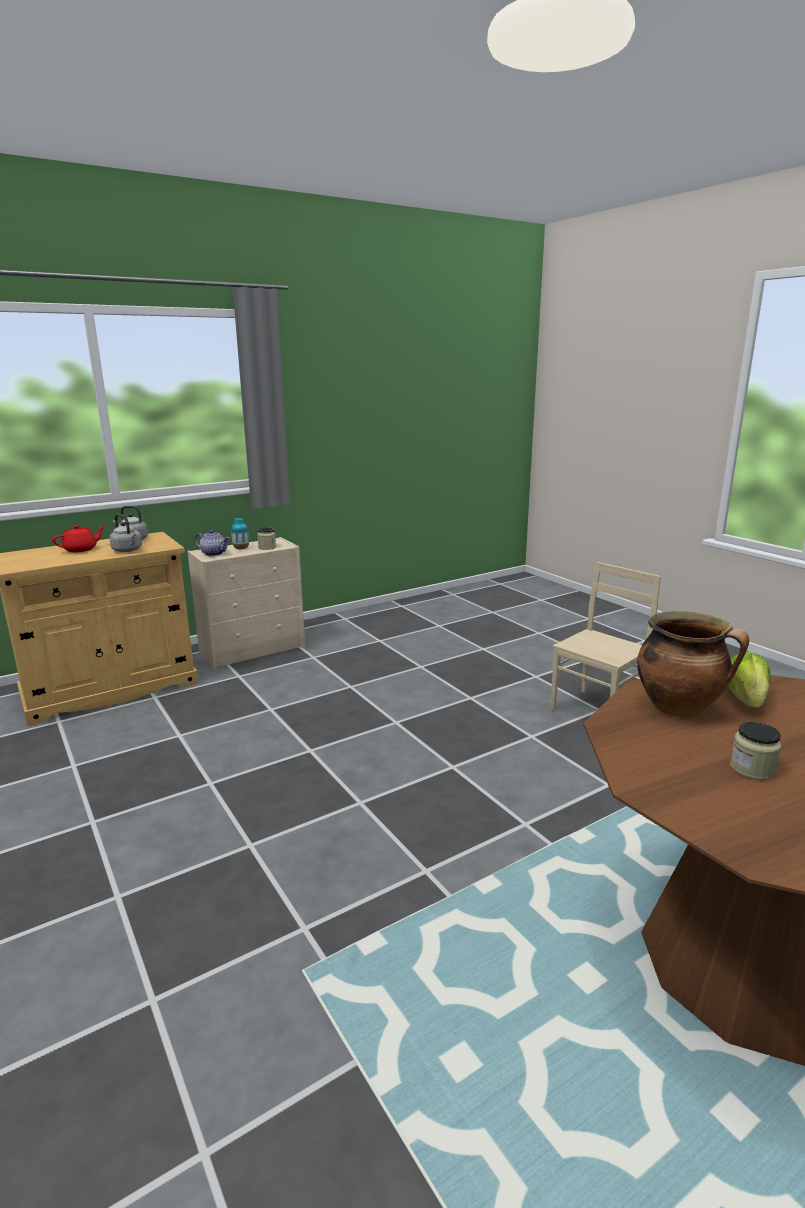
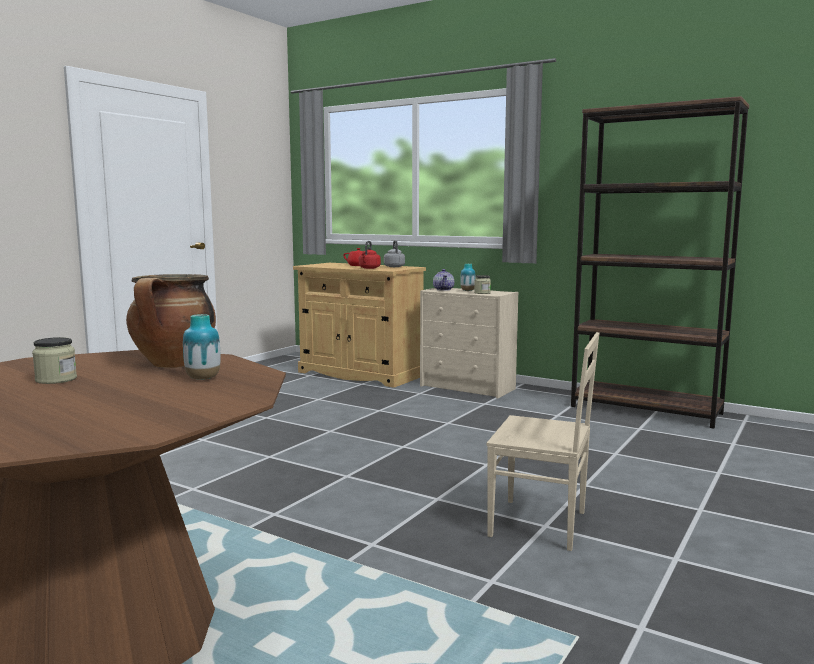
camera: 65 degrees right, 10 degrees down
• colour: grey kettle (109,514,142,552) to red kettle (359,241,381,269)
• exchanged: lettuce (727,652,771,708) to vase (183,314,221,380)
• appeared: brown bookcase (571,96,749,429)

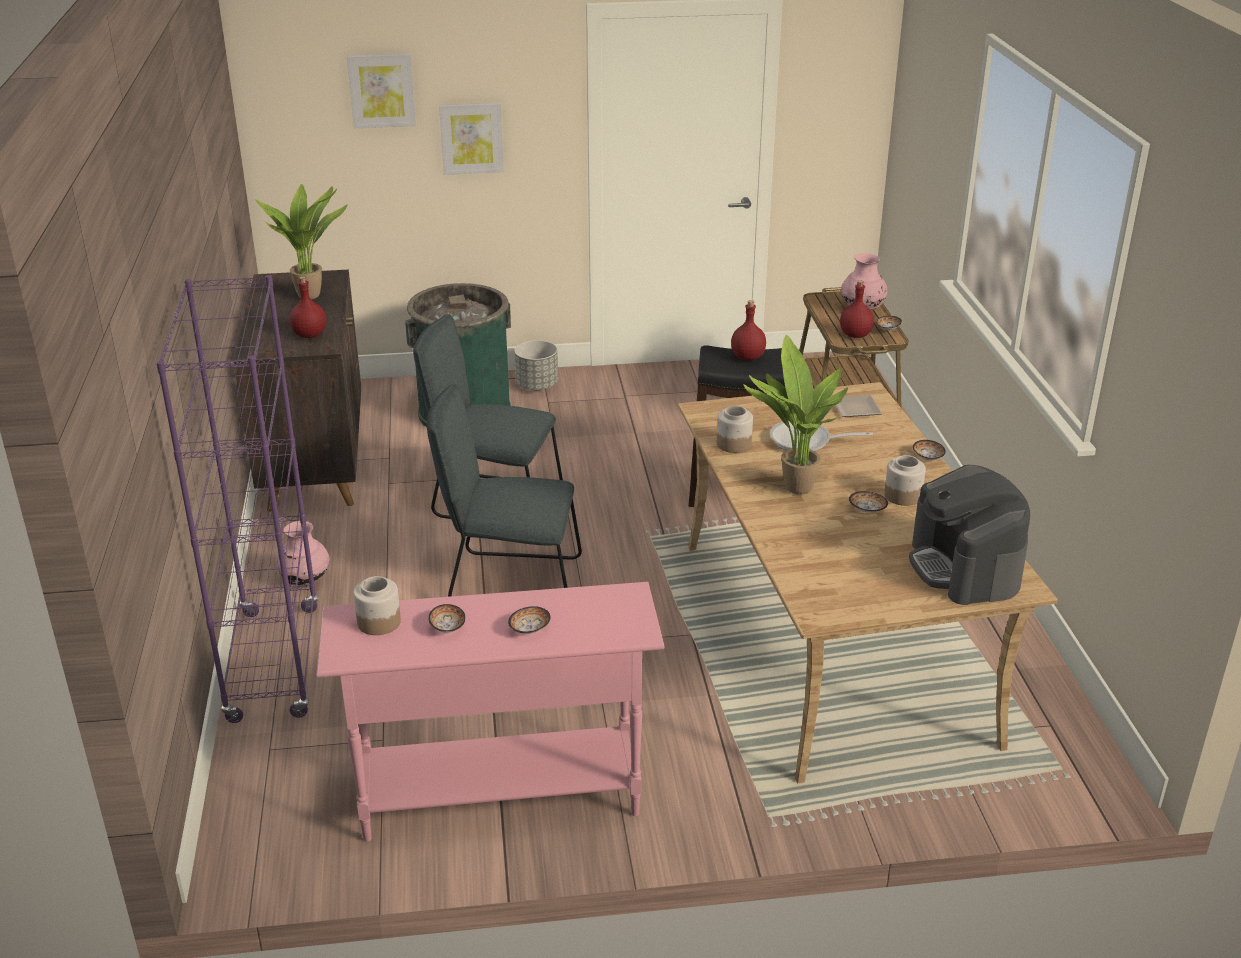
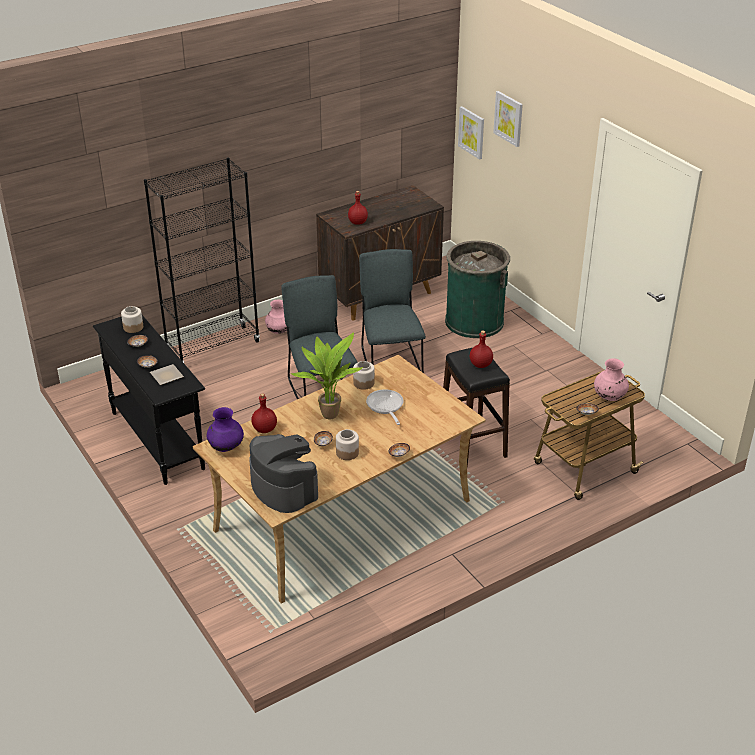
camera: 65 degrees right, 5 degrees up
• colour: purple bookcase (156,275,319,723) to black bookcase (144,157,260,363)
• missing: potted plant (255,184,347,300)
• colour: pink console table (316,582,665,842) to black console table (93,315,205,485)
• relocated: picture (439,103,504,175) to (458,106,484,160)
• missing: grey planter (514,340,558,390)
• relocated: plate (836,395,882,417) to (150,364,184,385)
• relocated: red bottle (840,281,874,338) to (251,393,277,433)
• spun: coffee machine (909,465,1030,605) = (249,434,318,513) 90 degrees clockwise
• appeared: purple vase (206,407,244,452)

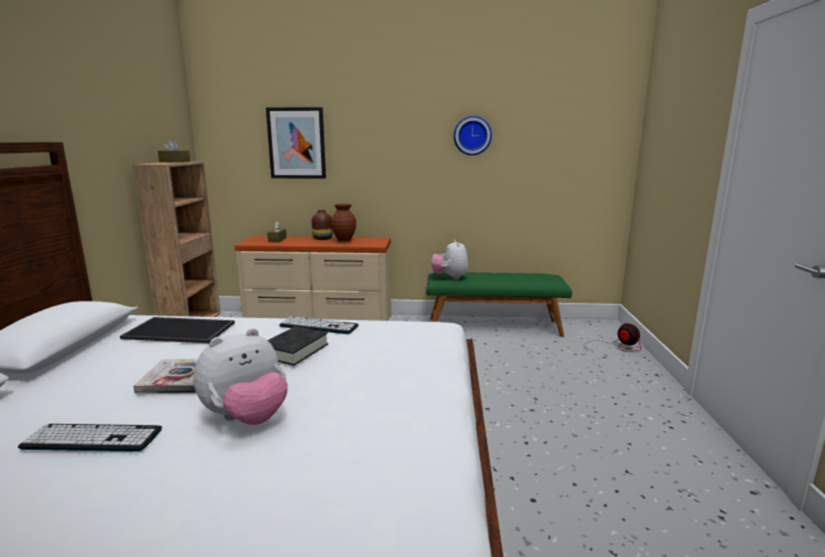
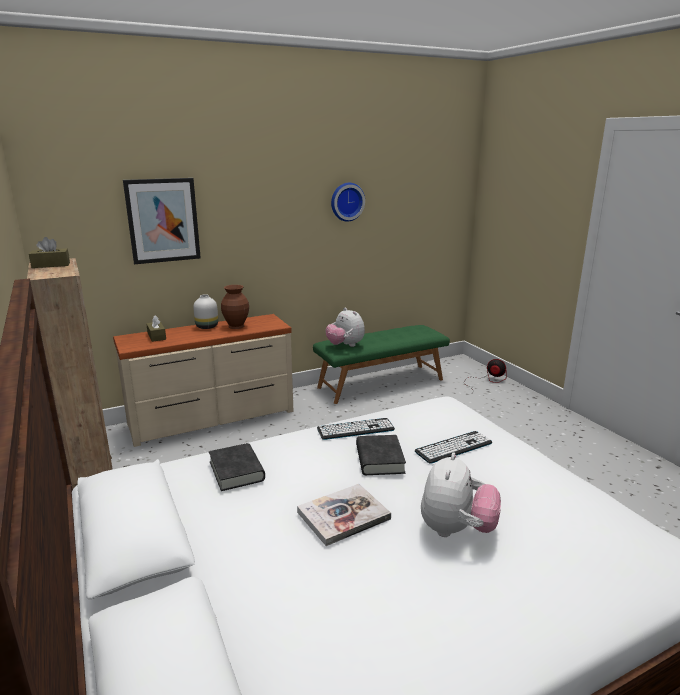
camera: 30 degrees left, 5 degrees up
• relocated: keyboard (18,424,162,452) to (415,431,492,464)
• exchanged: tray (120,317,235,343) to black book (209,443,265,491)
• colour: brown vase (312,210,333,240) to white vase (193,294,218,329)

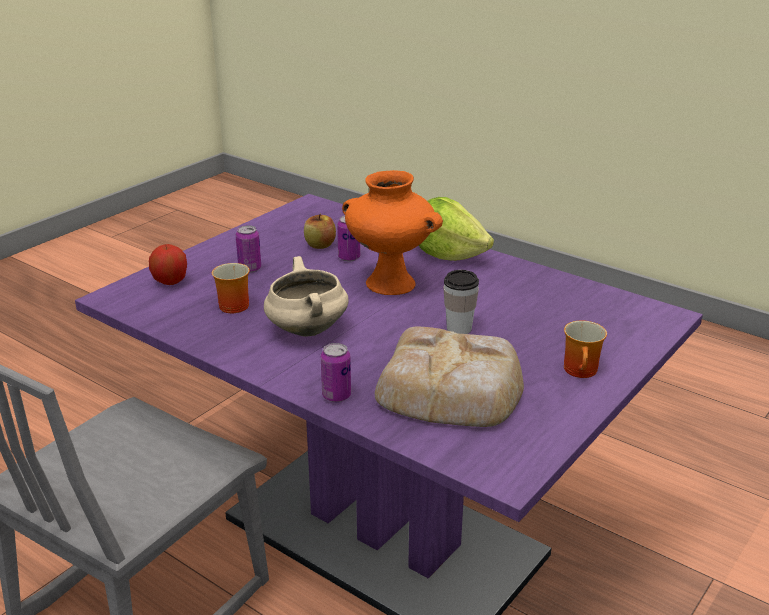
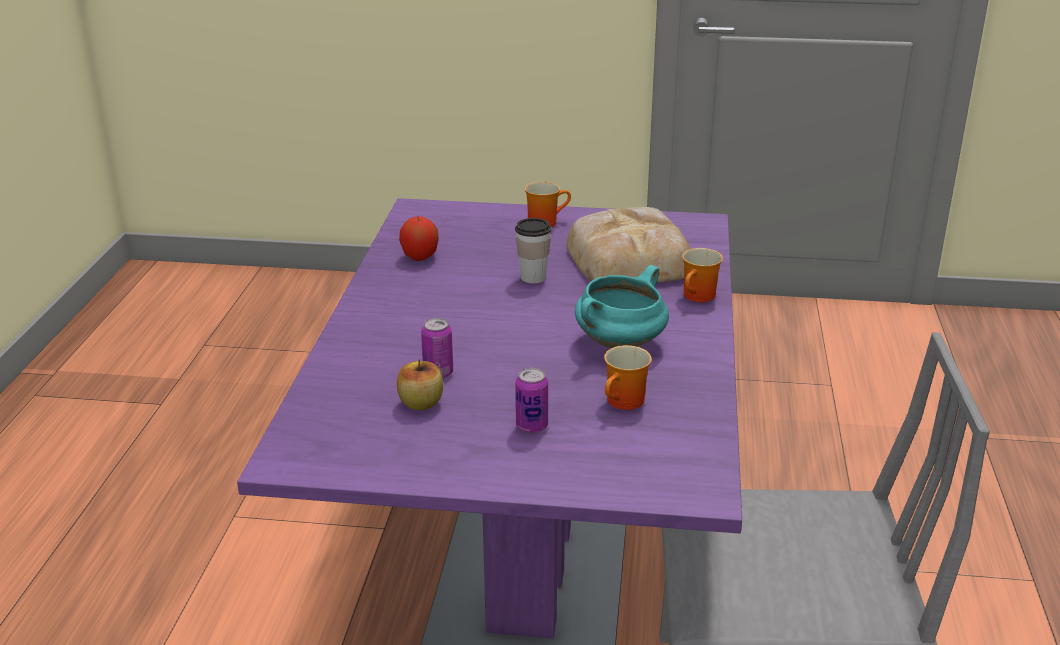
camera: 120 degrees left, 0 degrees up
• relocated: apple (149,244,187,285) to (399,216,439,261)
• colour: beige cooking pot (264,256,349,337) to turquoise cooking pot (575,265,669,348)
• exchanged: can (321,343,351,402) to mug (682,248,723,302)
• missing: orange vase (342,170,443,295)
• missing: lettuce (419,197,494,261)

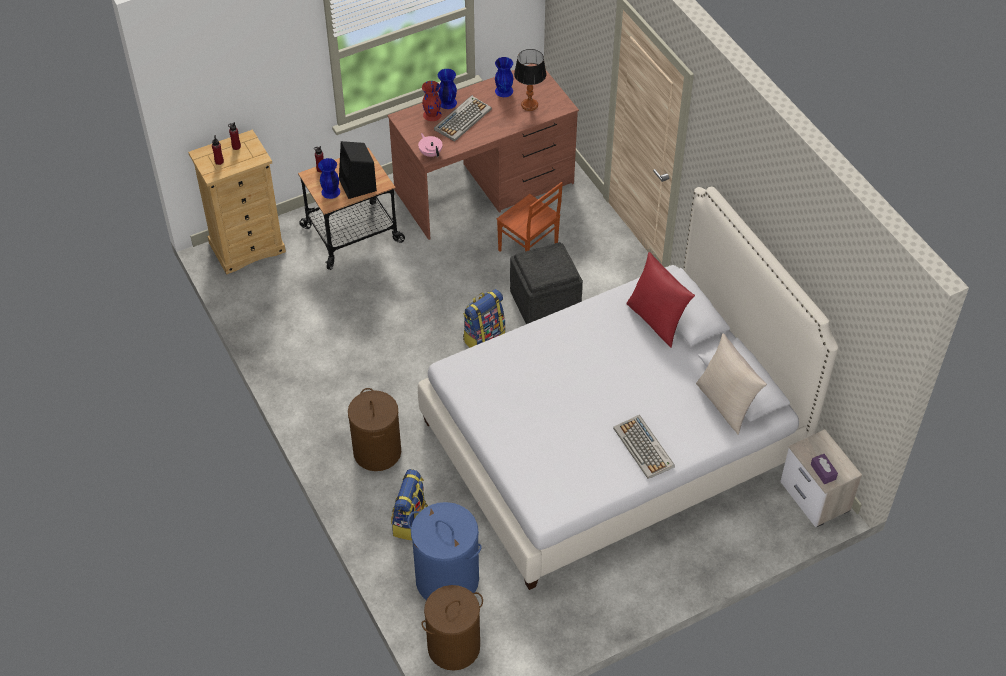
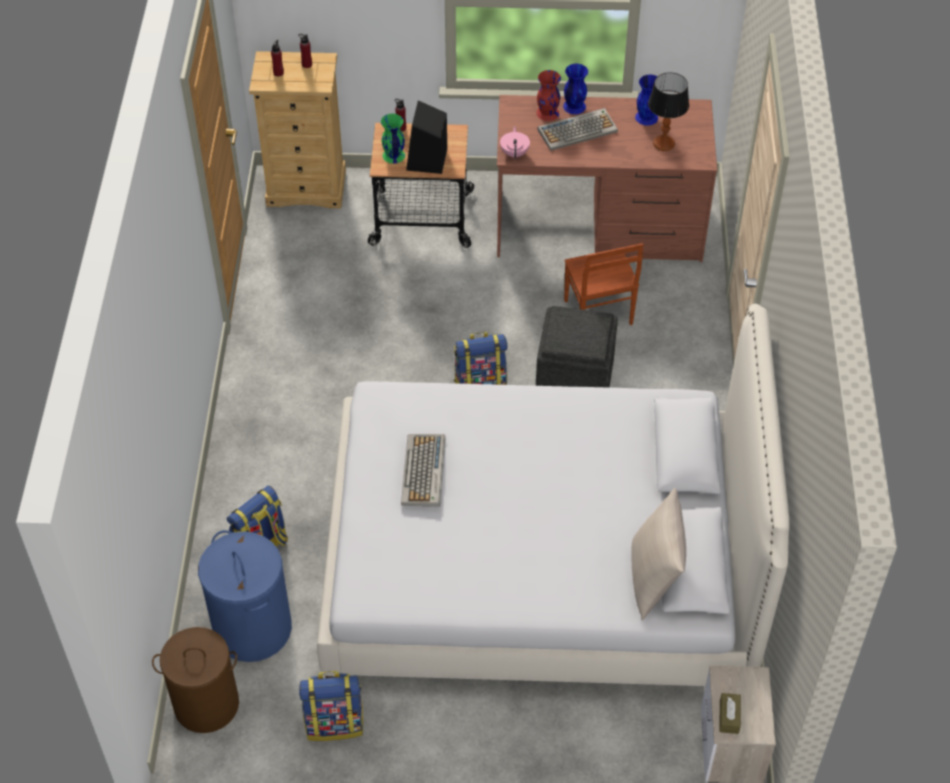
camera: 30 degrees right, 0 degrees up
• colour: blue vase (318,158,340,199) to green vase (381,114,405,164)
• missing: brown laundry basket (348,388,401,471)
• relocated: keyboard (613,415,675,479) to (401,434,446,507)
• missing: red pillow (626,252,695,348)
• colour: purple tissue box (811,454,838,484) to brown tissue box (719,693,741,734)
• appeared: backpack (299,671,363,741)

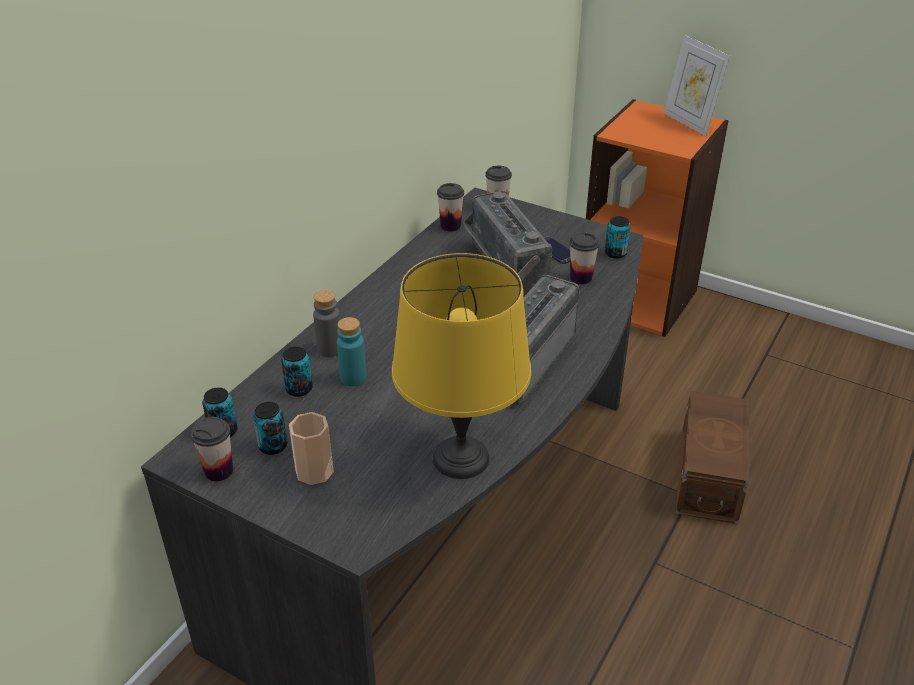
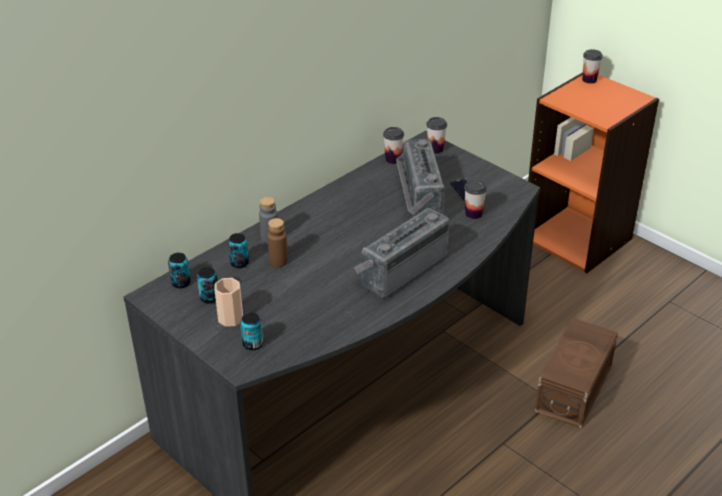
camera: 15 degrees right, 0 degrees up
• relocated: cup (191,417,233,482) to (582,49,603,84)
• colour: turquoise bottle (337,317,366,386) to brown bottle (267,218,288,267)
• missing: yellow table lamp (392,253,531,479)
• relocated: can (605,216,630,259) to (240,312,263,350)
• missing: picture frame (664,35,730,136)

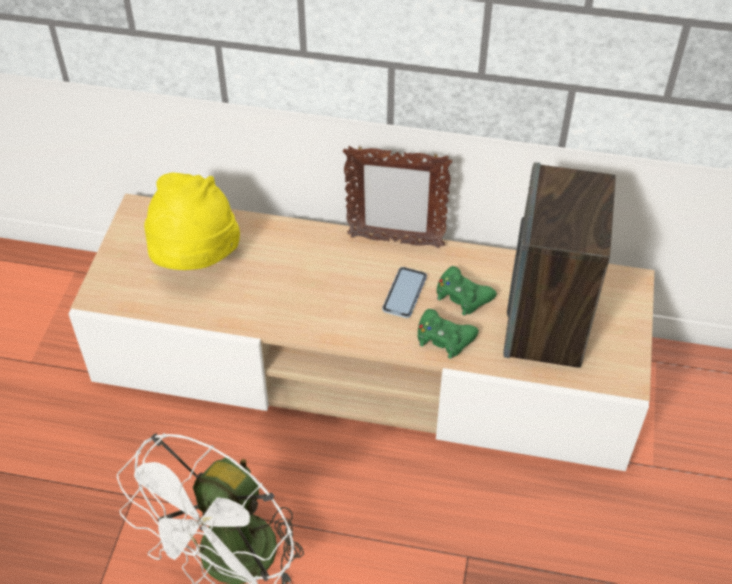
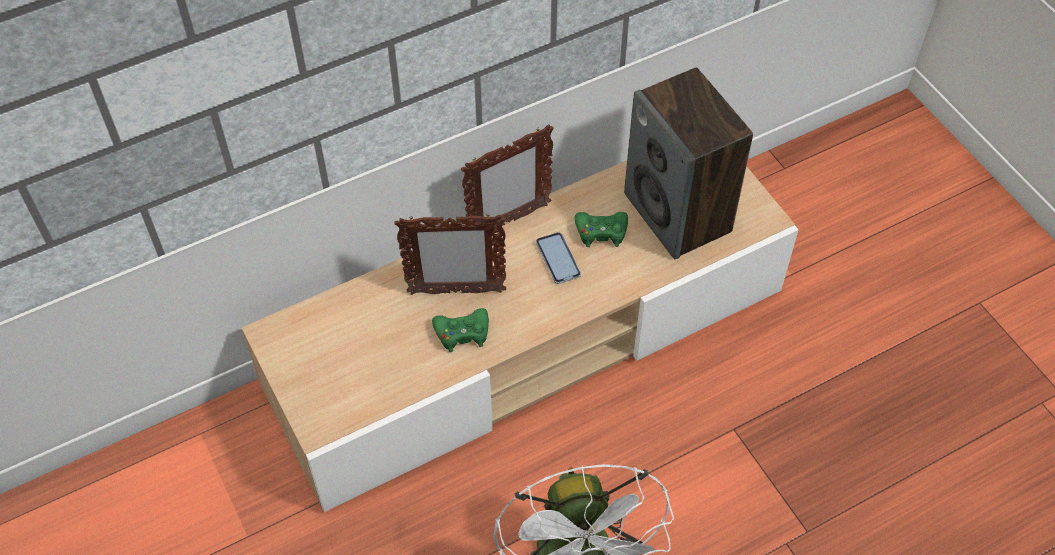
camera: 40 degrees left, 5 degrees up
• missing: yellow hat (144,173,240,270)
• relocated: green game controller (418,309,479,359) to (432,308,489,352)
• appeared: picture frame (394,213,506,295)

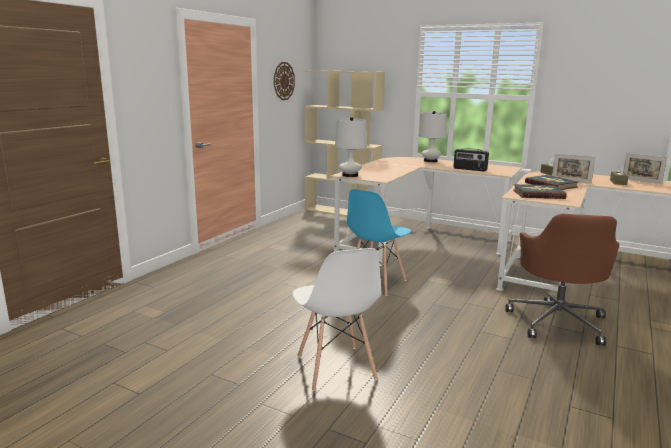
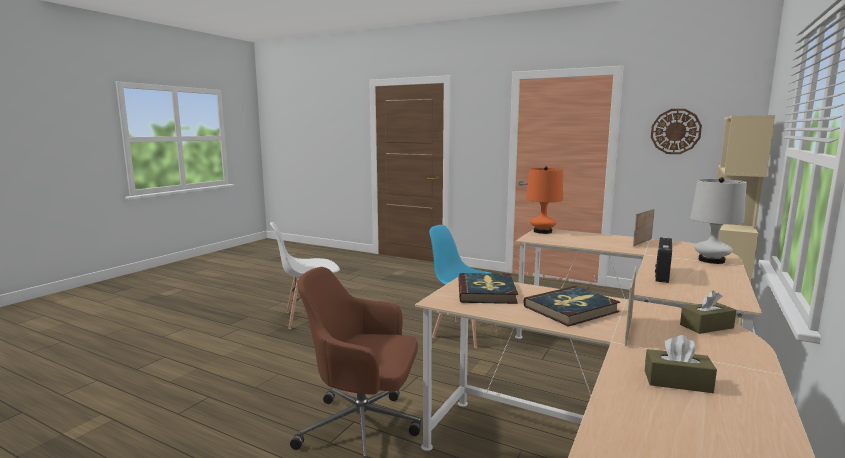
camera: 90 degrees right, 5 degrees down
• colour: white table lamp (335,117,367,177) to orange table lamp (526,166,563,234)
• relocated: picture frame (623,153,667,184) to (633,208,655,247)

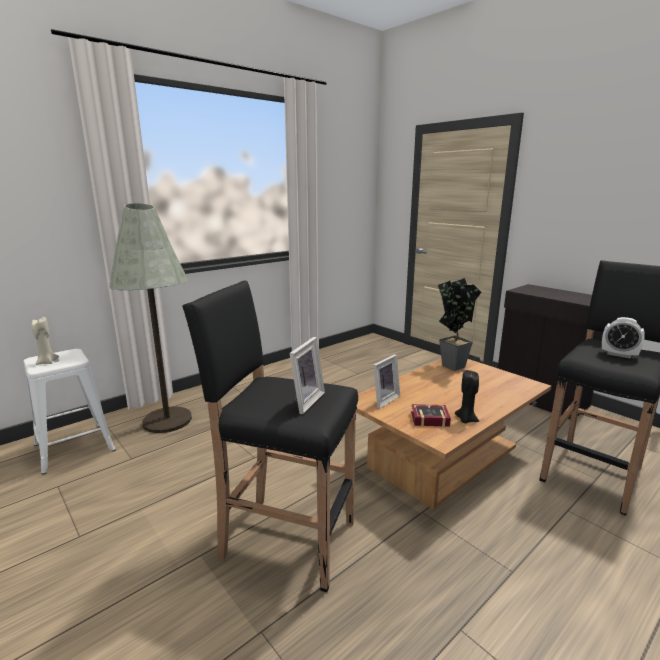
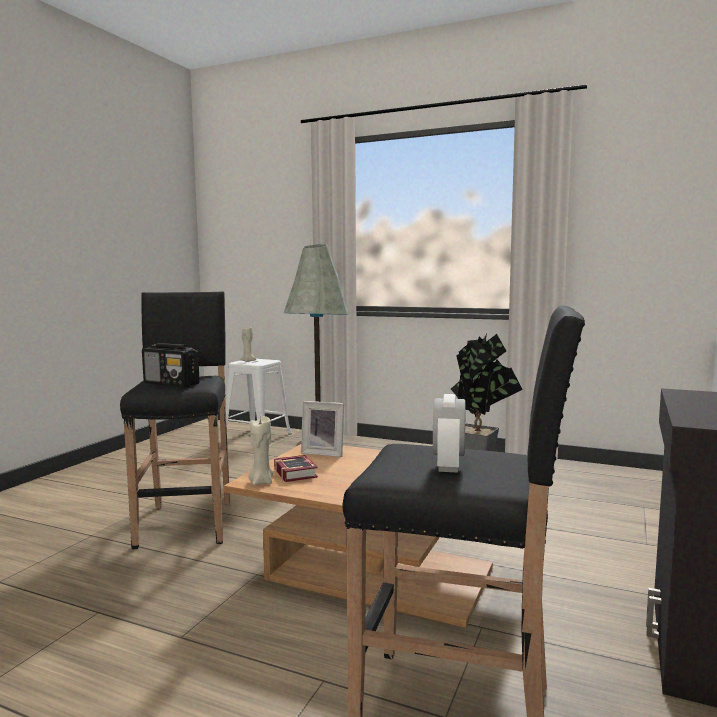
camera: 65 degrees right, 10 degrees down
• exchanged: picture frame (289,337,325,414) to radio (142,343,200,387)
• missing: black candle (455,370,479,423)
• appeared: beige candle (248,416,273,485)

